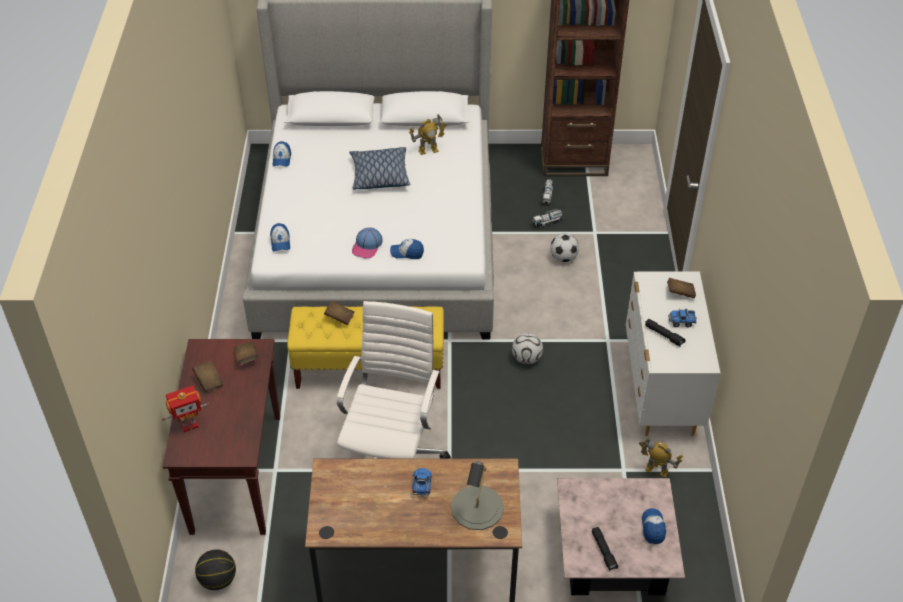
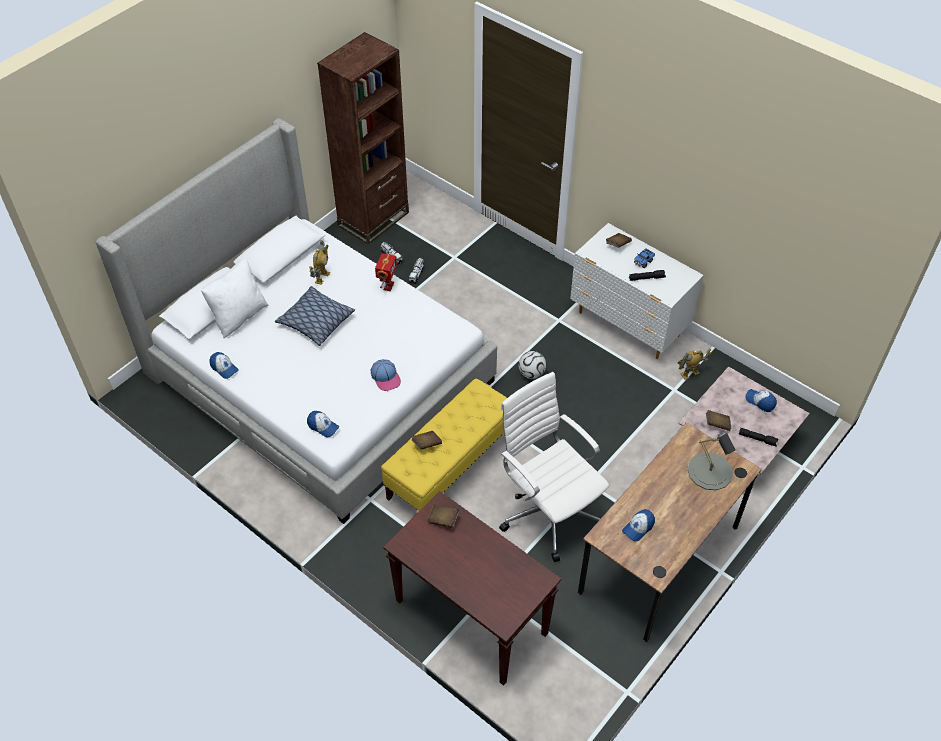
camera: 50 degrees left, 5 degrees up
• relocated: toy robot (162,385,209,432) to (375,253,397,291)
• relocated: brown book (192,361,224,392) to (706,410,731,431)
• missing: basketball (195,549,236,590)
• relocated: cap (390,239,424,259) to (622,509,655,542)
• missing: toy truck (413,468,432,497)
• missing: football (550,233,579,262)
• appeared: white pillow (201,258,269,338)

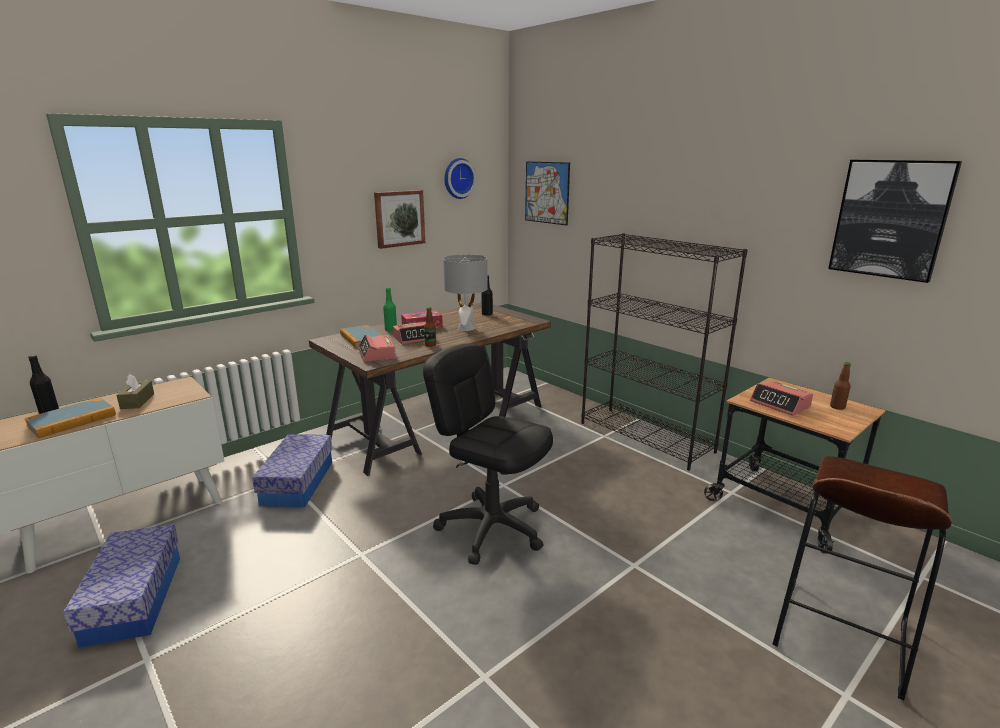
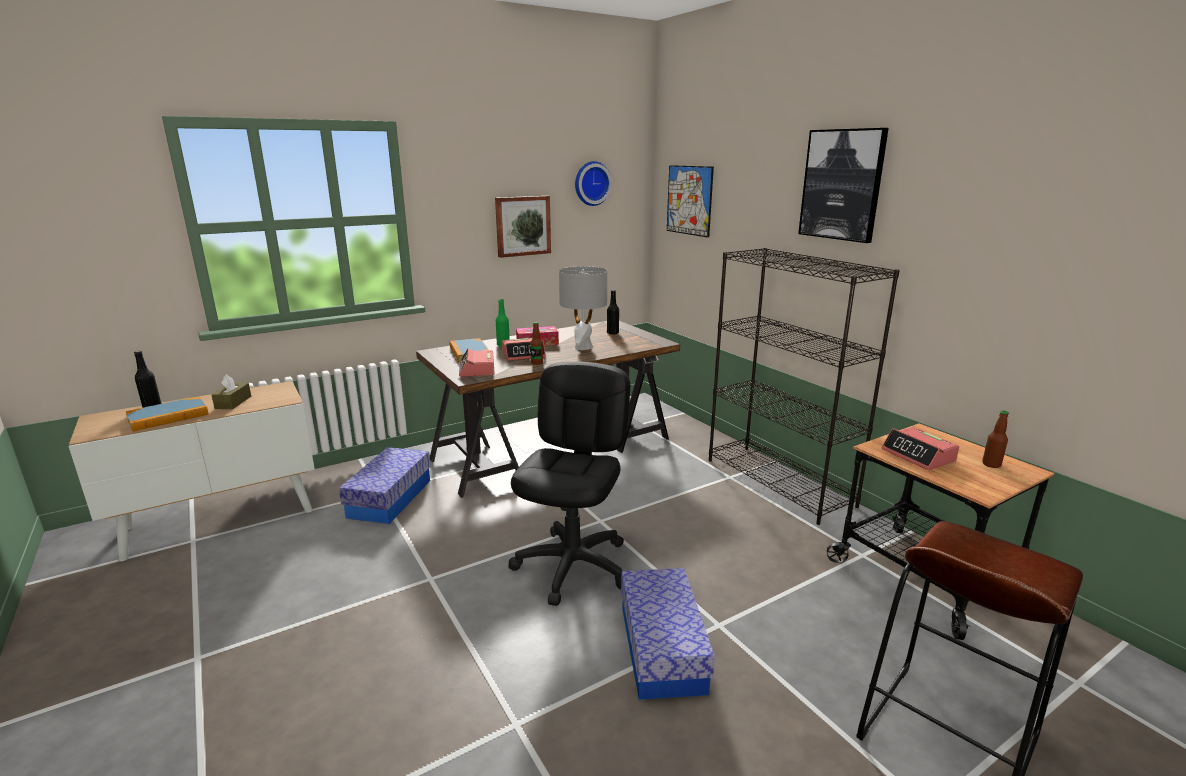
camera: 10 degrees right, 0 degrees up
• relocated: storage box (63,524,180,648) to (621,568,715,700)
• spun: black office chair (423,343,553,565) = (508,361,630,606) 60 degrees clockwise
• relocated: picture (828,160,962,283) to (798,128,889,243)

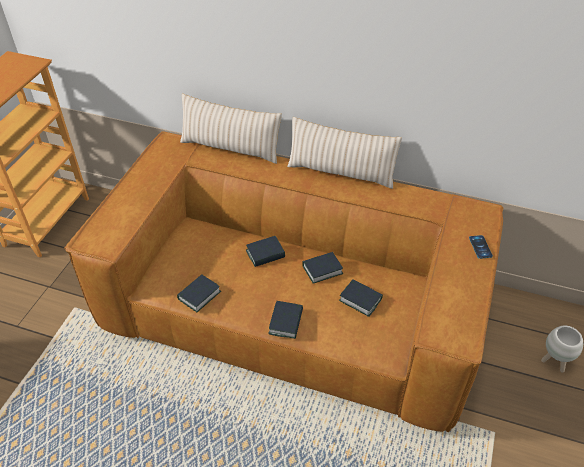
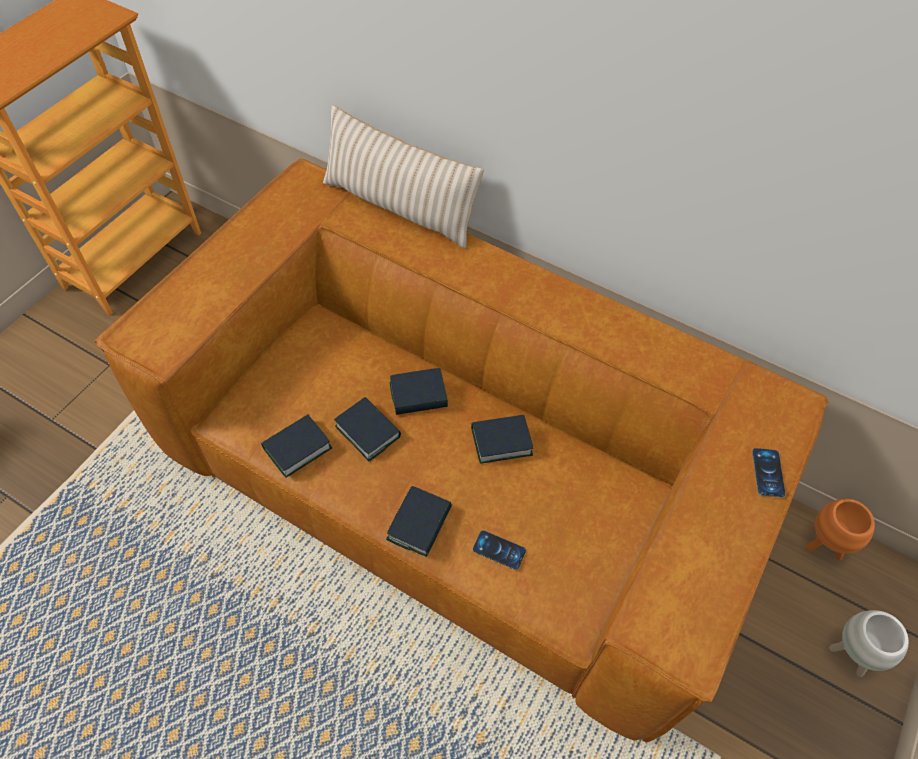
camera: 10 degrees right, 10 degrees up
• missing: beige pillow (287,117,402,189)
• relocated: book (339,279,383,317) to (334,397,401,462)
• appeared: phone (473,530,526,570)
• appeared: orange planter (805,499,875,560)

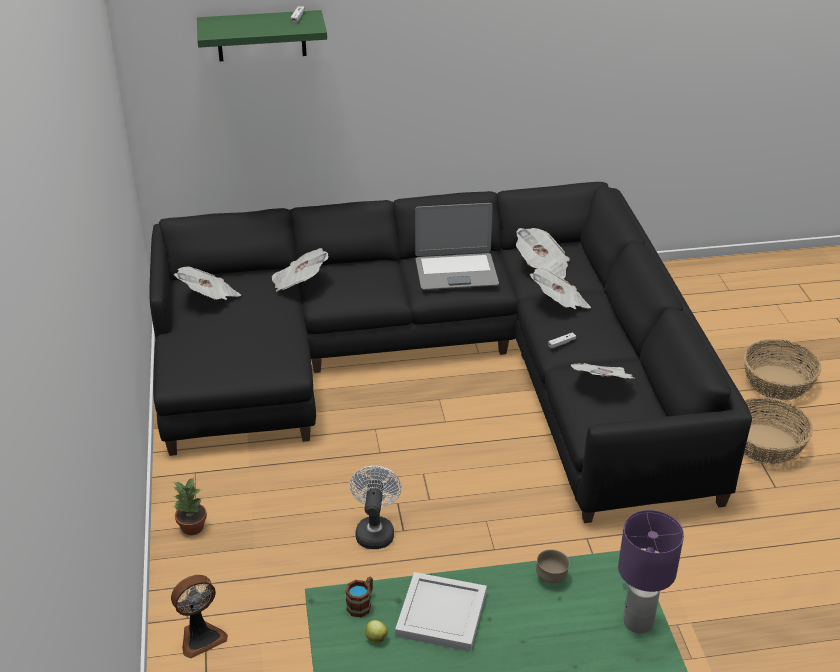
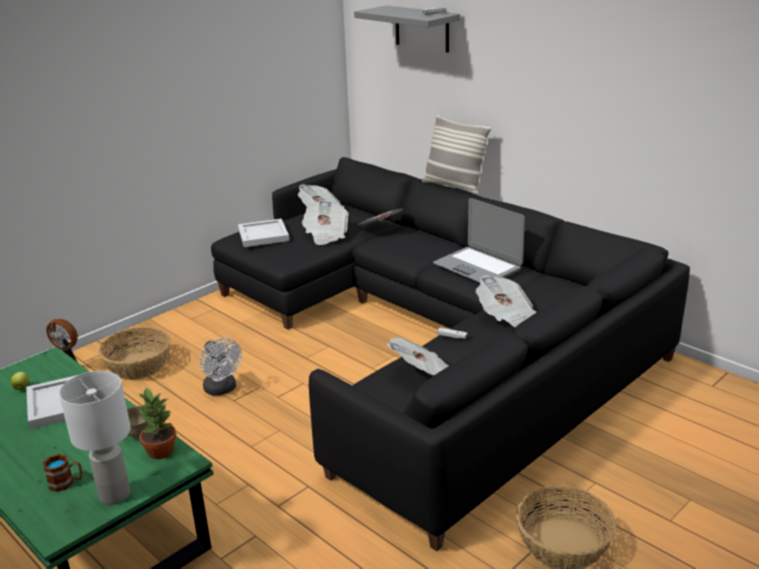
camera: 55 degrees right, 10 degrees down
• relocated: potted plant (173,478,207,535) to (138,388,176,459)
• colour: green shelf (197,10,327,61) to grey shelf (354,5,460,53)
• relocated: mug (346,577,373,617) to (43,454,82,492)
• spun: white fan (350,466,402,549) = (200,338,242,395) 90 degrees clockwise
• relocated: newspaper (516,228,570,279) to (302,200,349,245)
• colour: purple table lamp (618,510,684,633) to white table lamp (59,371,130,505)
• relocated: basket (744,339,821,400) to (99,327,170,380)
• appeared: white tray (238,219,289,247)
• appeared: pillow (422,115,491,195)

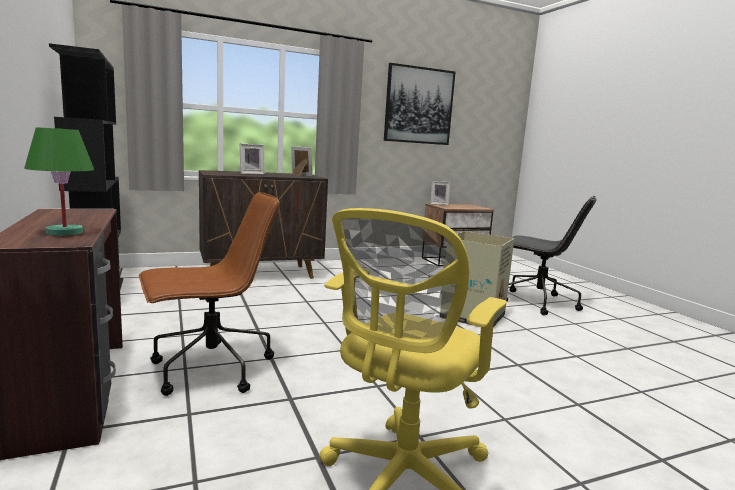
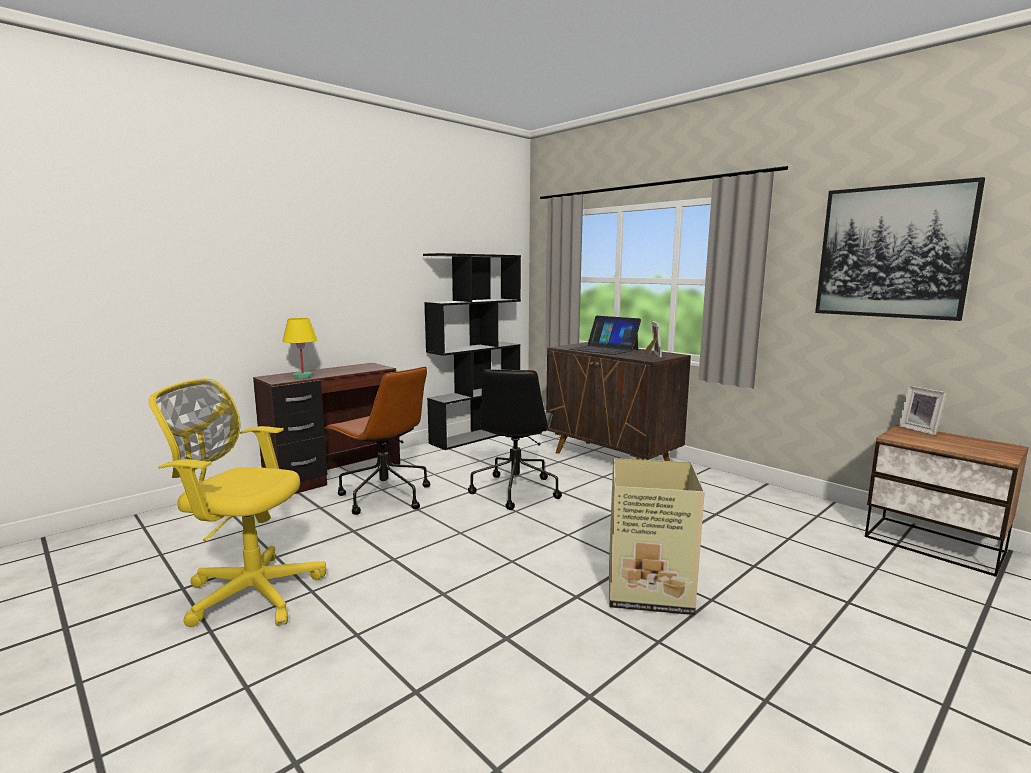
camera: 70 degrees right, 0 degrees up
• colour: green table lamp (24,127,94,236) to yellow table lamp (282,318,318,378)
• exchanged: picture frame (240,143,265,174) to laptop (569,316,641,355)
• relocated: black office chair (507,196,597,315) to (468,369,562,510)

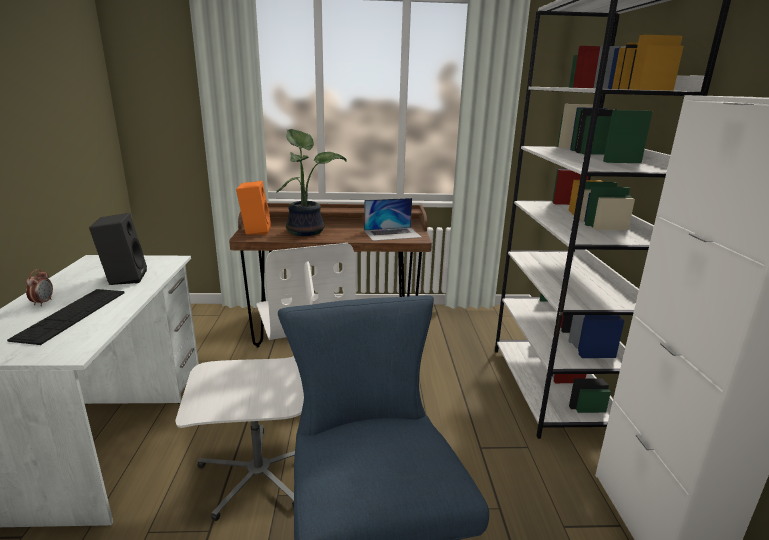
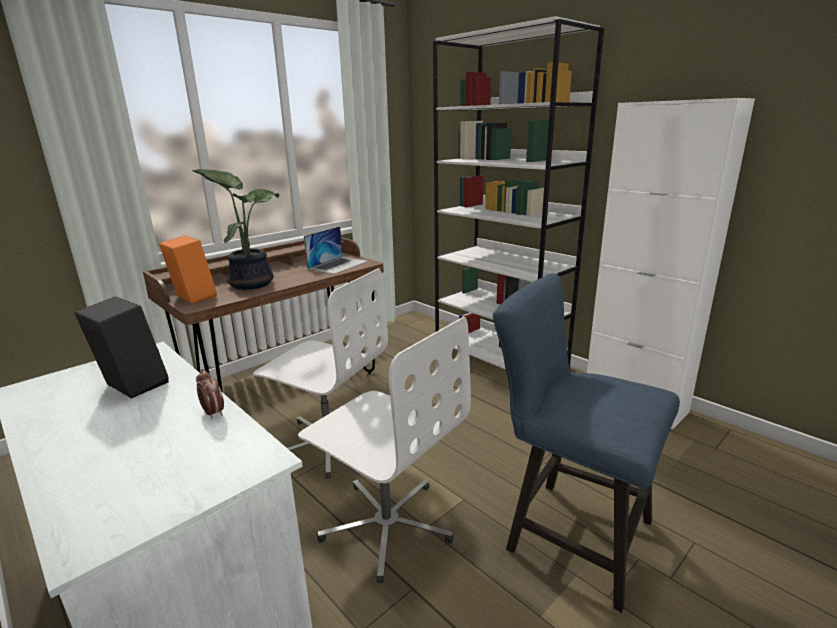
camera: 40 degrees left, 0 degrees up
• missing: keyboard (7,289,125,345)
• relocated: alarm clock (26,269,53,306) to (196,369,224,419)
• spun: white office chair (176,261,314,521) = (298,317,471,583) 90 degrees clockwise

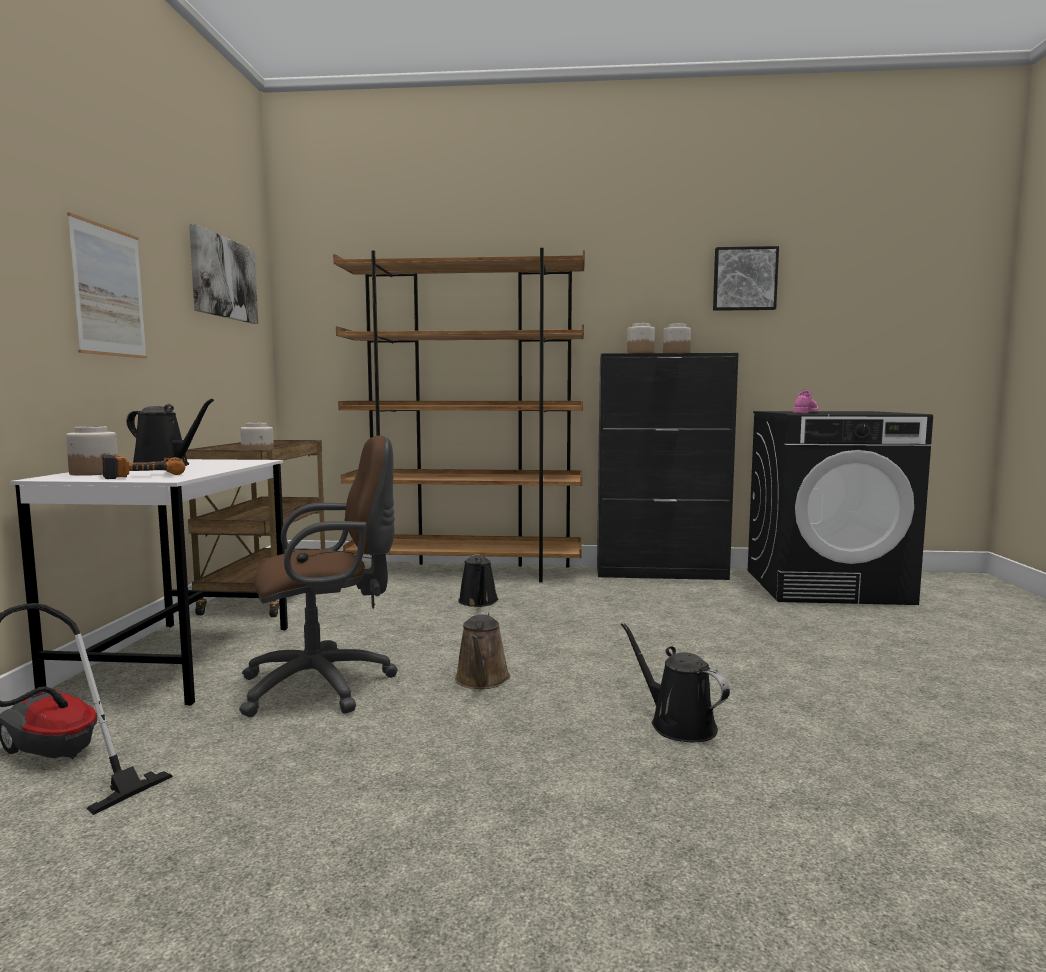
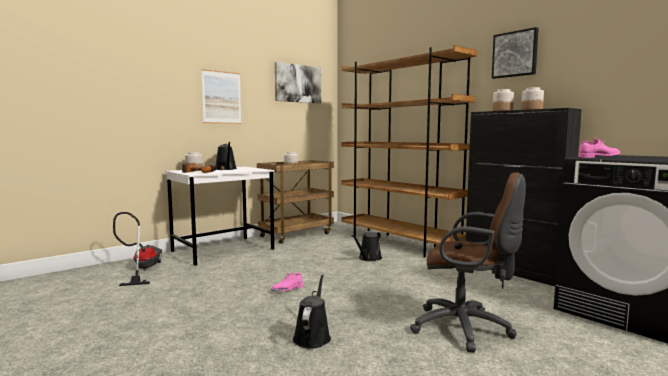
camera: 45 degrees right, 0 degrees up
• relocated: brown office chair (239,435,398,717) to (410,172,526,352)
• exchanged: brown watering can (455,612,510,689) to pink shoe (271,272,303,291)
• relocated: picture (713,246,779,311) to (492,27,539,79)

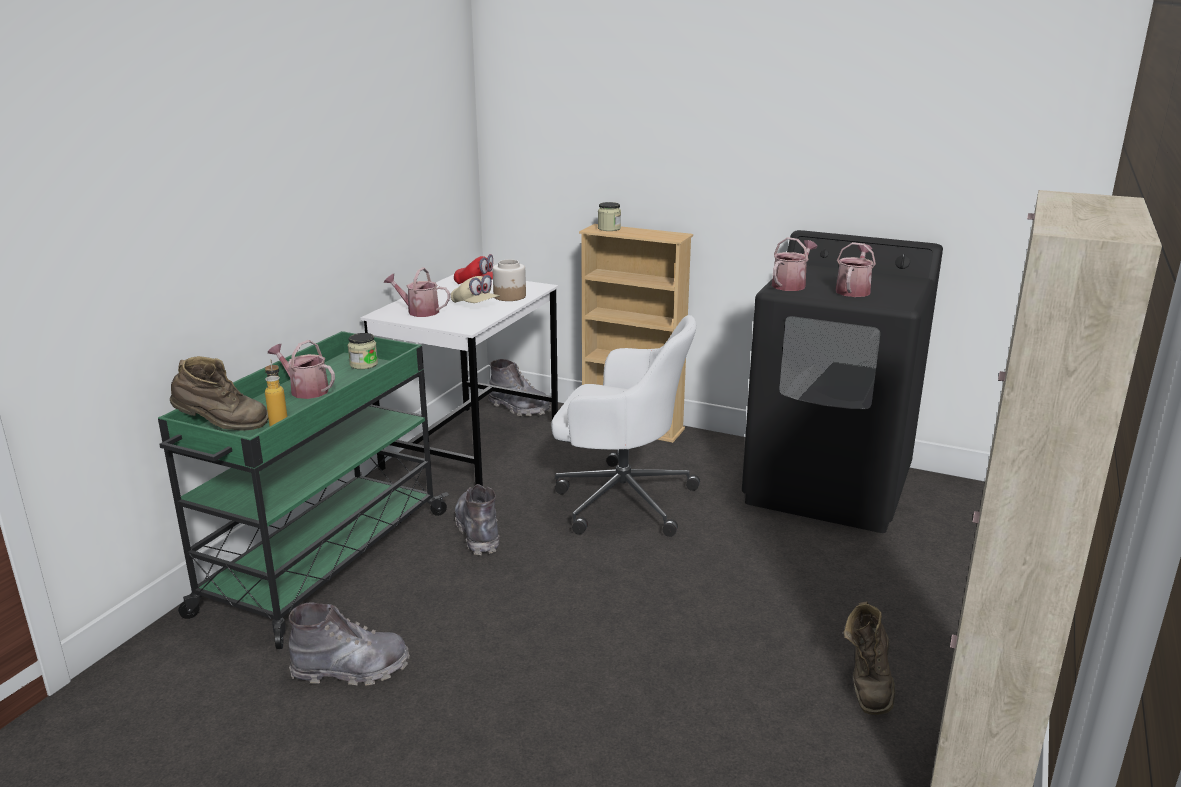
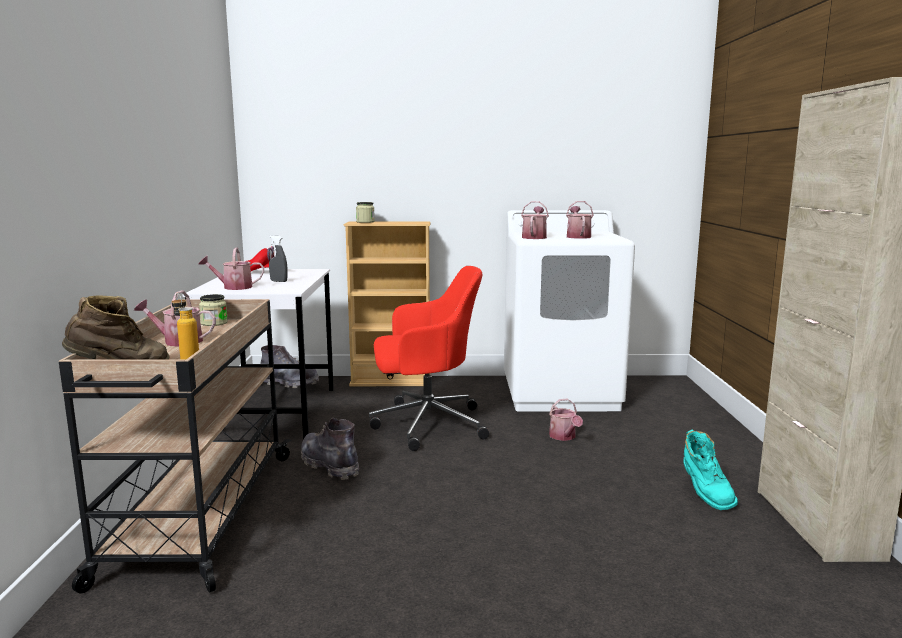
camera: 25 degrees left, 10 degrees down
• colour: green cart (158,331,449,649) to beige cart (59,299,292,593)
• missing: grey boot (289,602,410,686)
• exchanged: beige cap (451,275,500,303) to grey spray bottle (269,235,288,282)
• missing: jar (492,259,526,301)
• colour: white office chair (551,315,700,537) to red office chair (369,266,489,451)
• colour: black washing machine (742,230,943,533) to white washing machine (504,210,635,412)
• colour: brown boot (844,601,895,715) to turquoise boot (684,429,738,510)
• appeared: watering can (549,399,583,441)

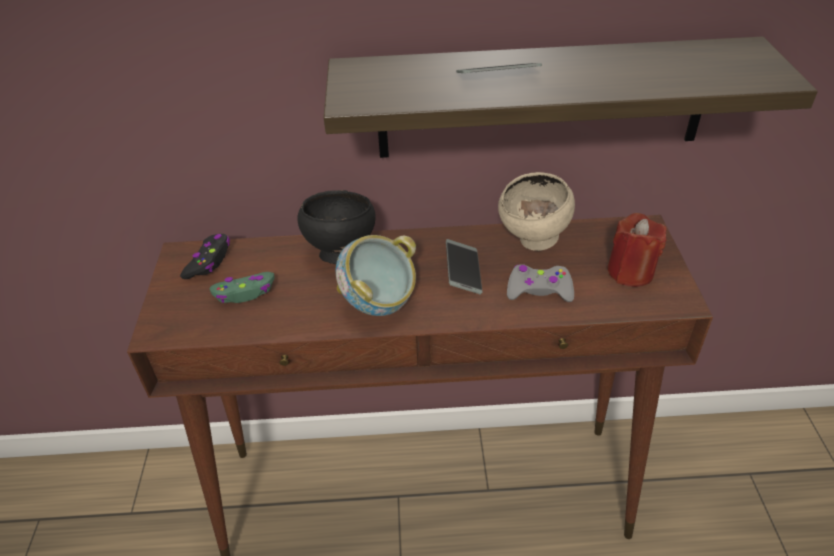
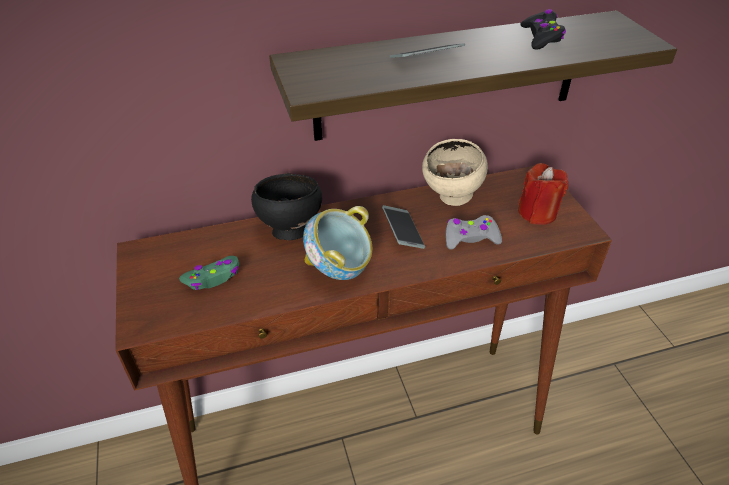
camera: 15 degrees left, 0 degrees up
• relocated: black game controller (180,234,230,279) to (520,9,566,50)

